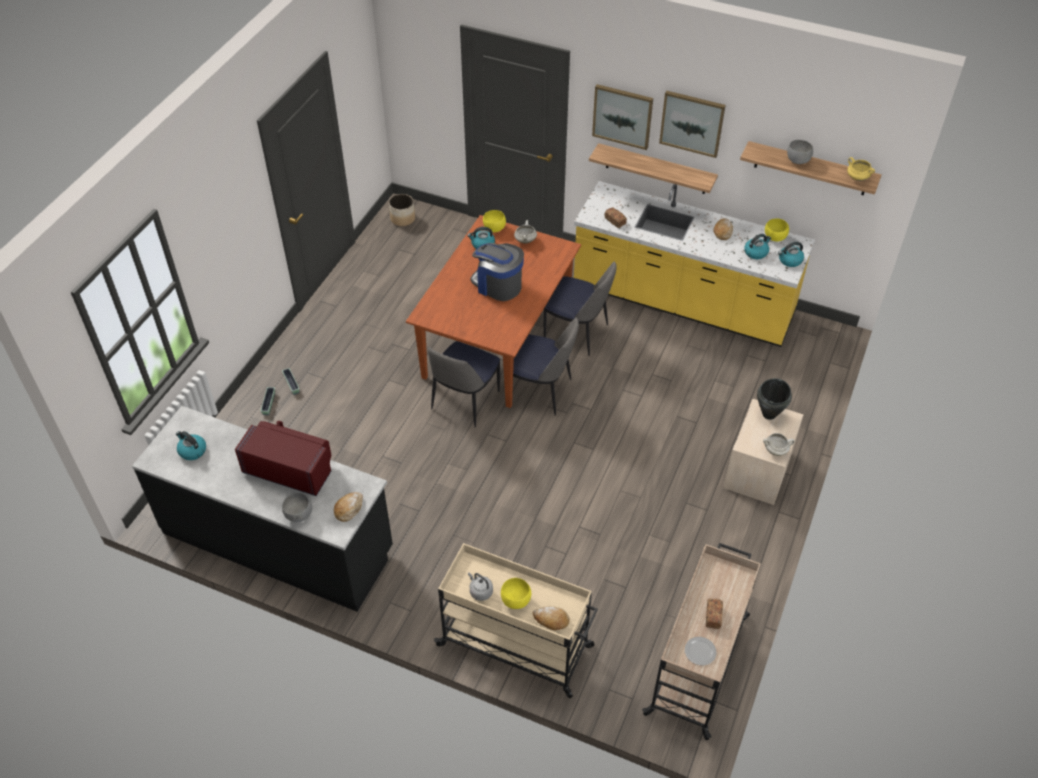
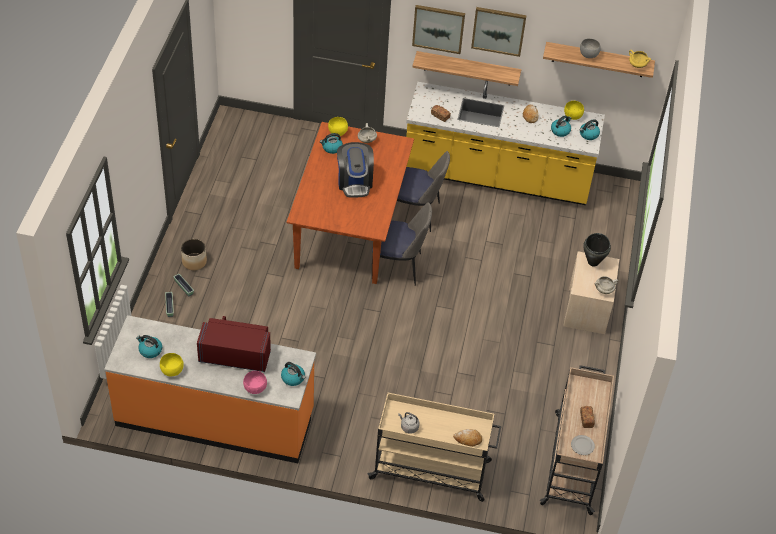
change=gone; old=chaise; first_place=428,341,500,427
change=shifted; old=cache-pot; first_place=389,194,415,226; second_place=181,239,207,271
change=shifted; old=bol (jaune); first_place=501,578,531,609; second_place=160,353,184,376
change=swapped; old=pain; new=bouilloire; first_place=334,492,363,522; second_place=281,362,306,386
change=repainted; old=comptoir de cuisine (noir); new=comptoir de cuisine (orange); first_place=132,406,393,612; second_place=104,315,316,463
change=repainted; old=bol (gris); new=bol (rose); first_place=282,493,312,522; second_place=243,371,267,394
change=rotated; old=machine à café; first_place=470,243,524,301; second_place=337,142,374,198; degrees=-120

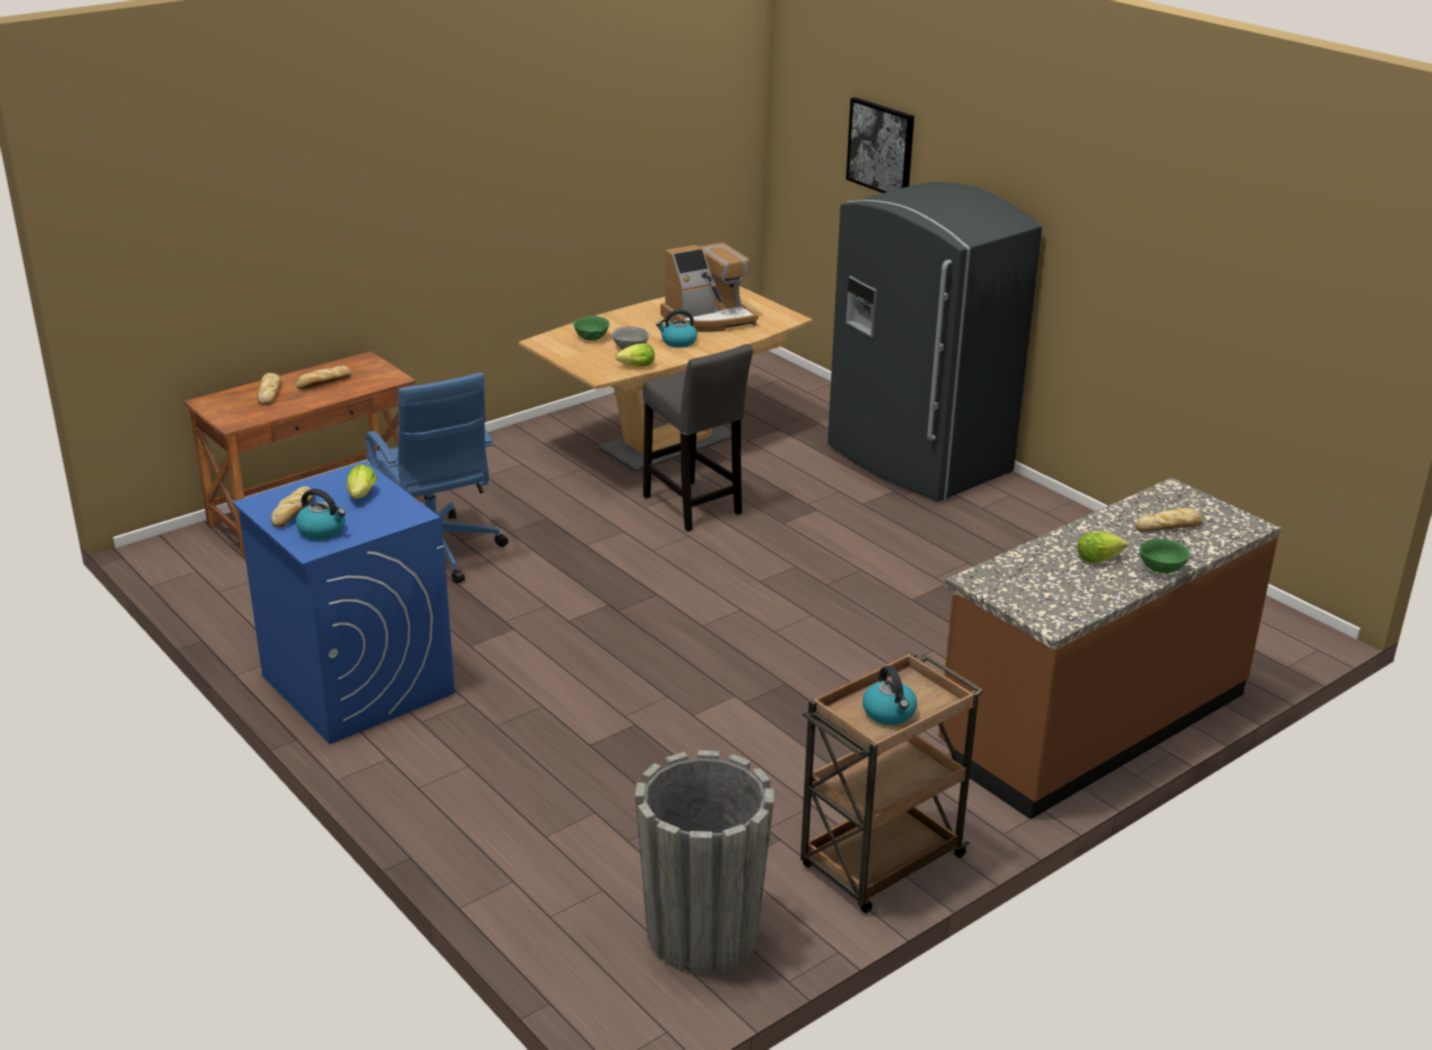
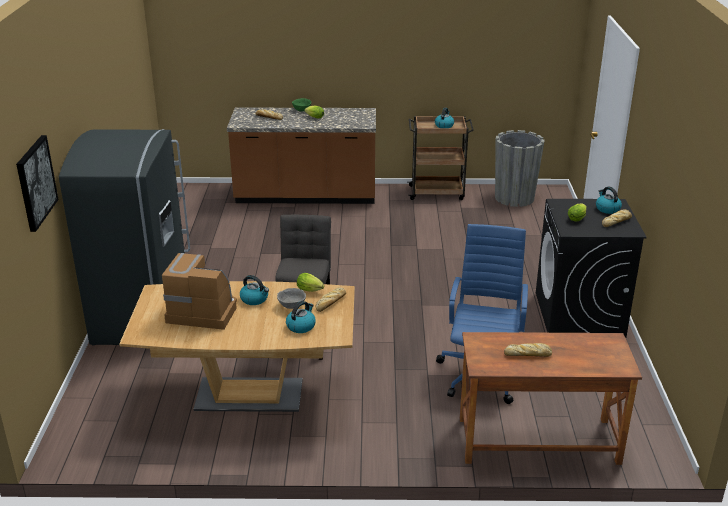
change=shifted; old=pain; first_place=257,373,281,405; second_place=316,287,346,312
change=swapped; old=bol (vert); new=bouilloire; first_place=573,316,609,341; second_place=286,301,316,333
change=repainted; old=lave-linge (bleu); new=lave-linge (noir); first_place=233,461,455,744; second_place=536,199,647,338

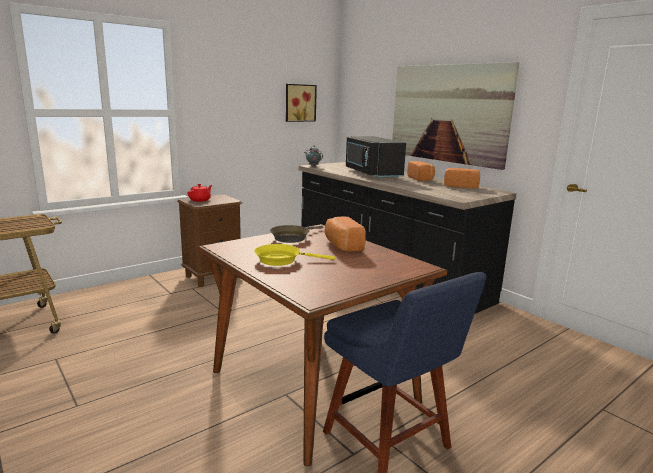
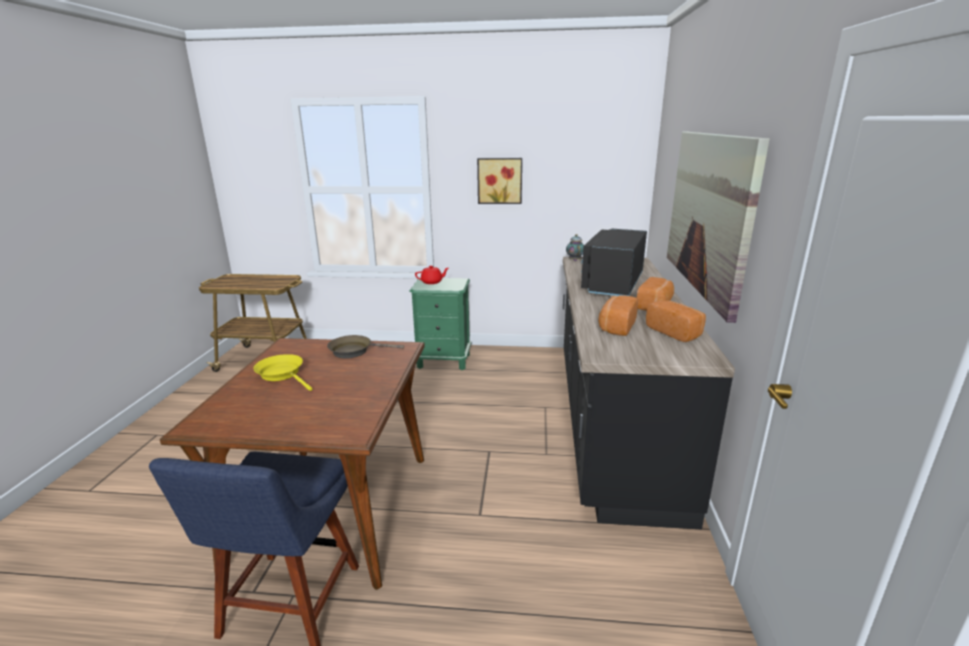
change=shifted; old=tableau; first_place=286,84,317,122; second_place=477,158,522,204
change=shifted; old=pain; first_place=325,216,366,252; second_place=598,295,638,336
change=repainted; old=table de chevet (marron); new=table de chevet (vert); first_place=177,194,242,287; second_place=409,278,471,370

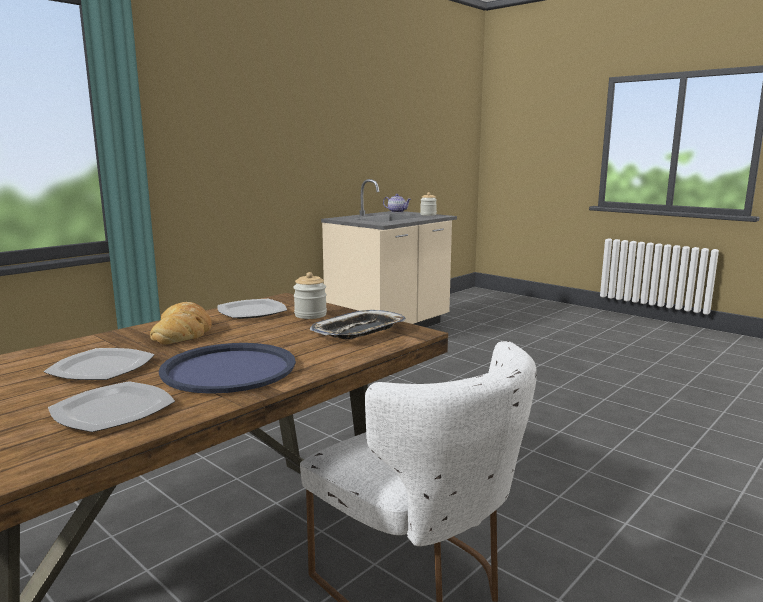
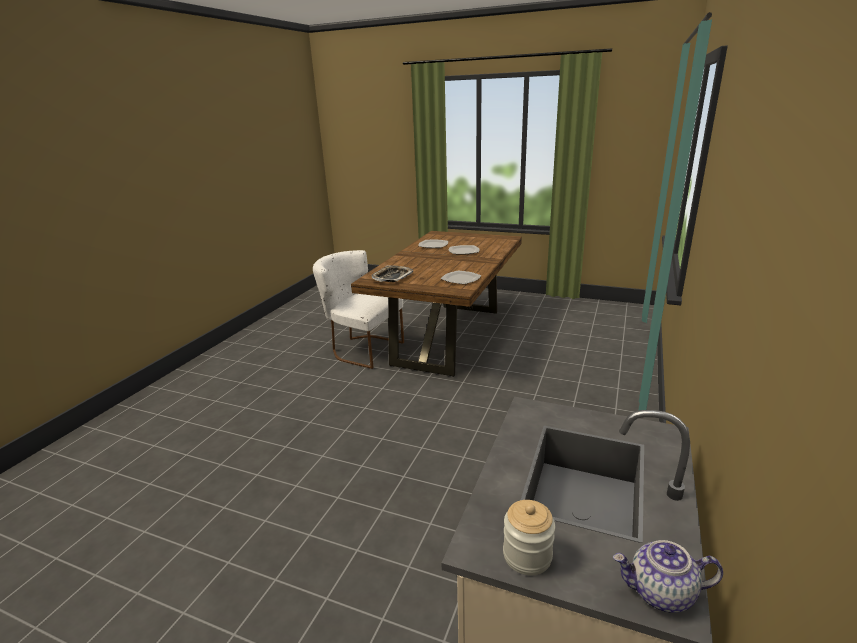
change=gone; old=pain; first_place=150,302,212,345
change=gone; old=plateau (bleu); first_place=159,343,296,394
change=gone; old=bocal; first_place=293,272,327,319

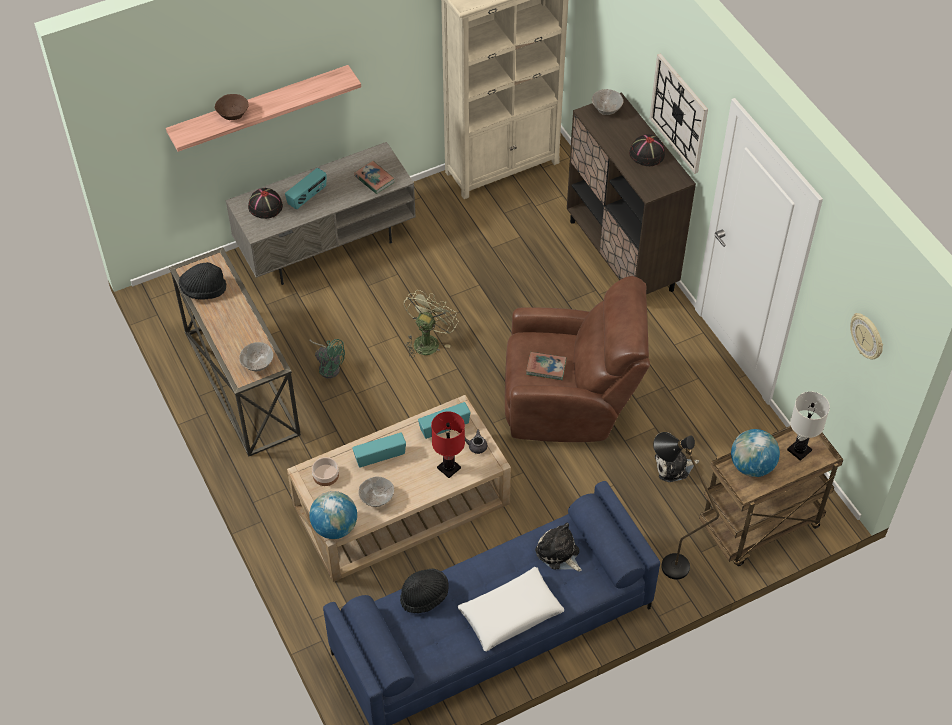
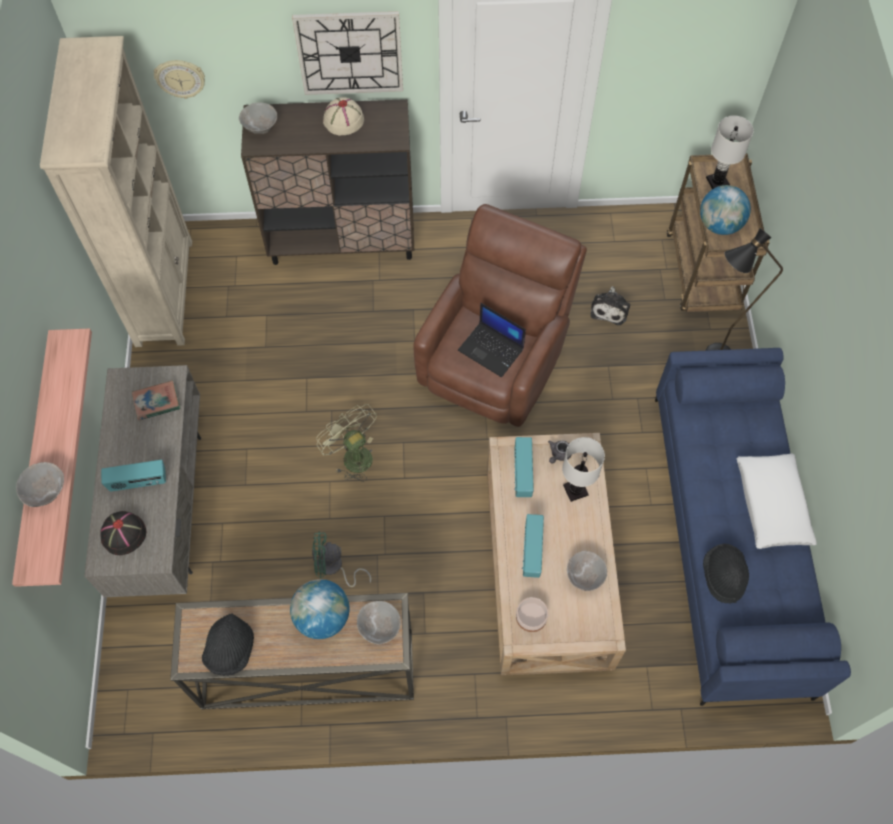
change=gone; old=peluche; first_place=535,523,582,572
change=shifted; old=globe; first_place=309,491,357,539; second_place=290,579,349,639
change=shifted; old=horloge murale; first_place=850,313,883,359; second_place=154,60,205,99
change=swapped; old=livre; new=ordinateur portable; first_place=526,352,566,380; second_place=458,303,526,377
change=repainted; old=bol (marron); new=bol (gris); first_place=215,94,249,120; second_place=16,462,64,507
change=repainted; old=lampe de table (rouge); new=lampe de table (blanc); first_place=431,411,465,478; second_place=562,437,605,502
change=repainted; old=chapeau (noir); new=chapeau (beige); first_place=629,134,665,166; second_place=323,97,364,135
change=rotated; old=radio; first_place=285,168,326,209; second_place=101,460,166,492; degrees=105
change=rotated; old=ventilateur (vert); first_place=309,339,345,379; second_place=312,531,372,587; degrees=-150

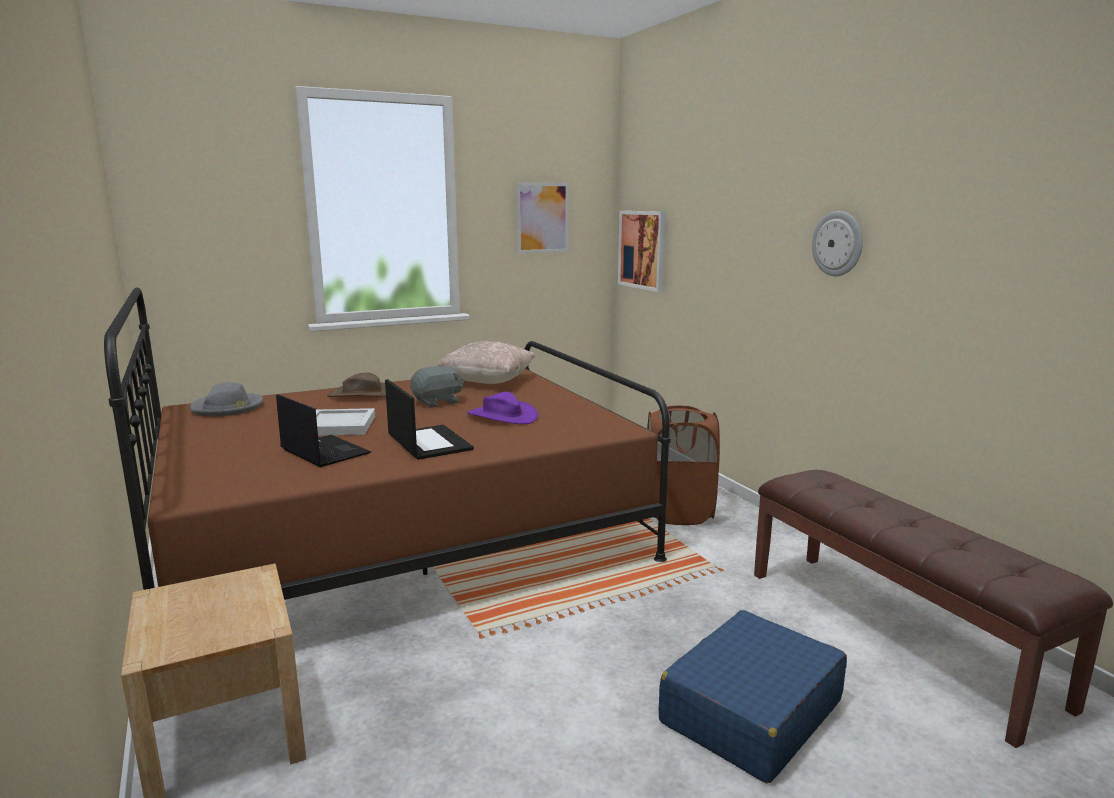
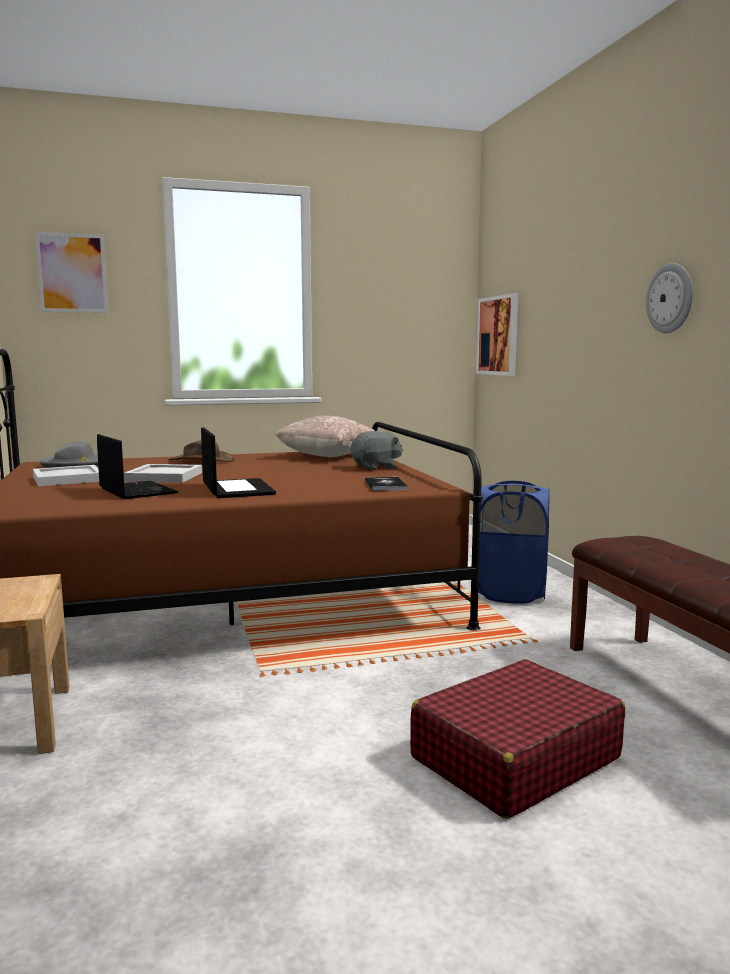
change=gone; old=chapeau (violet); first_place=467,392,538,424
change=new; new=plateau (blanc); second_place=33,465,99,486
change=new; new=livre; second_place=365,477,408,491
change=shifted; old=peluche (gris); first_place=410,366,464,408; second_place=351,431,403,470
change=shifted; old=tableau; first_place=516,183,569,253; second_place=35,232,108,313
change=repainted; old=panier à linge (marron); new=panier à linge (bleu); first_place=647,406,720,525; second_place=478,481,550,604
change=repainted; old=valise (bleu); new=valise (rouge); first_place=659,610,847,783; second_place=410,659,625,819

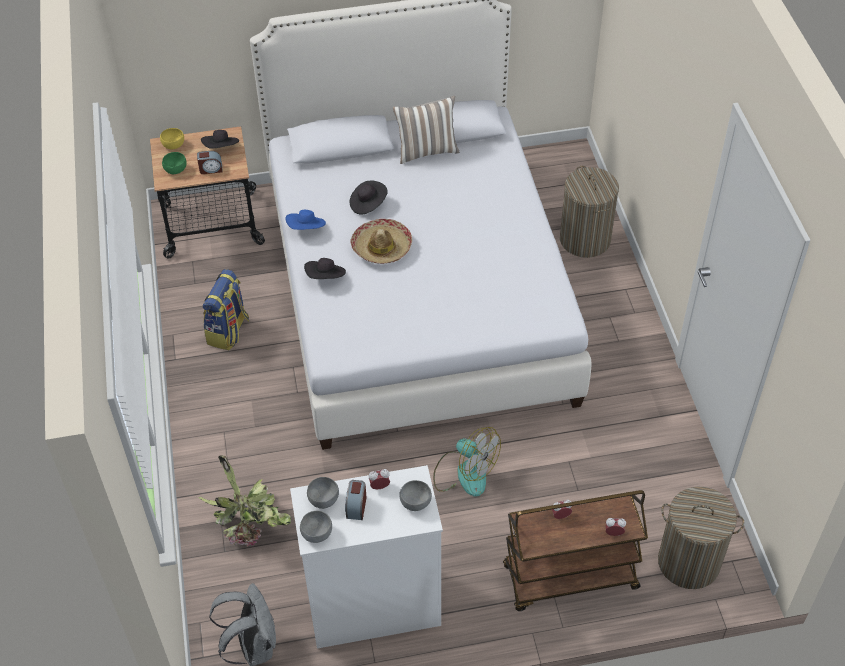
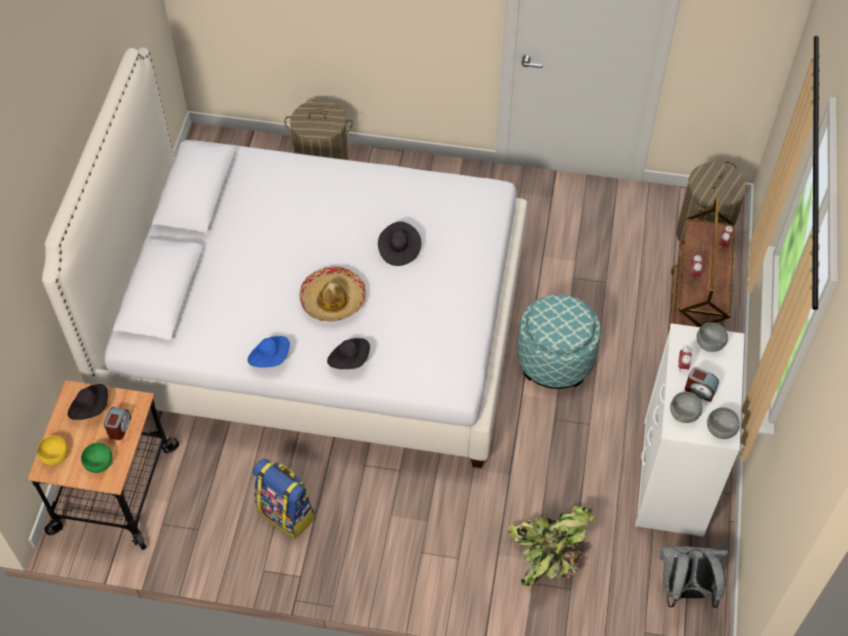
change=gone; old=coussin; first_place=393,96,459,164
change=shifted; old=chapeau (noir); first_place=350,181,388,215; second_place=378,221,421,266
change=swapped; old=ventilateur; new=pouf; first_place=433,427,501,497; second_place=517,295,601,389

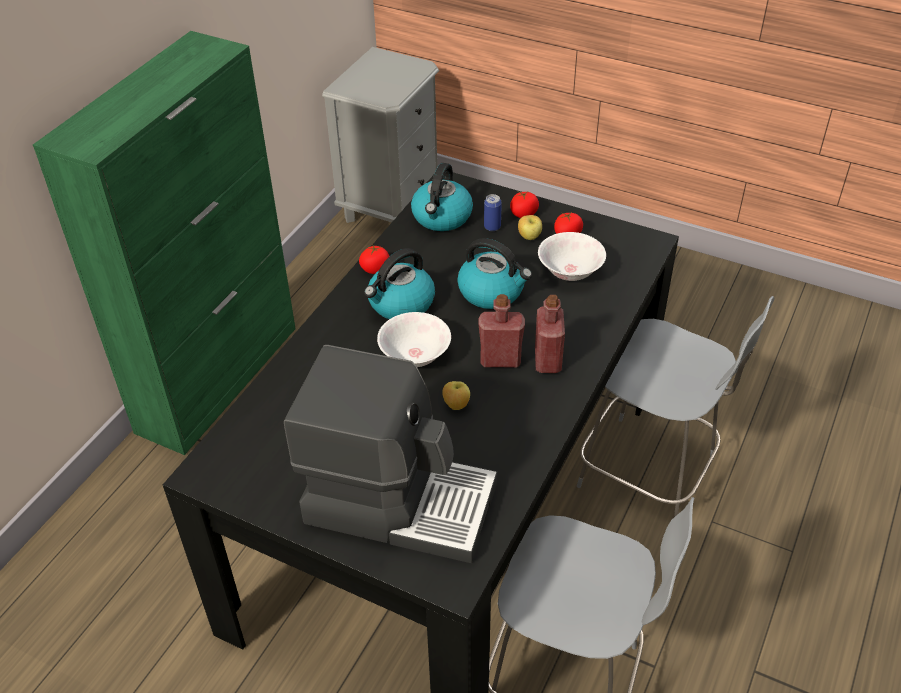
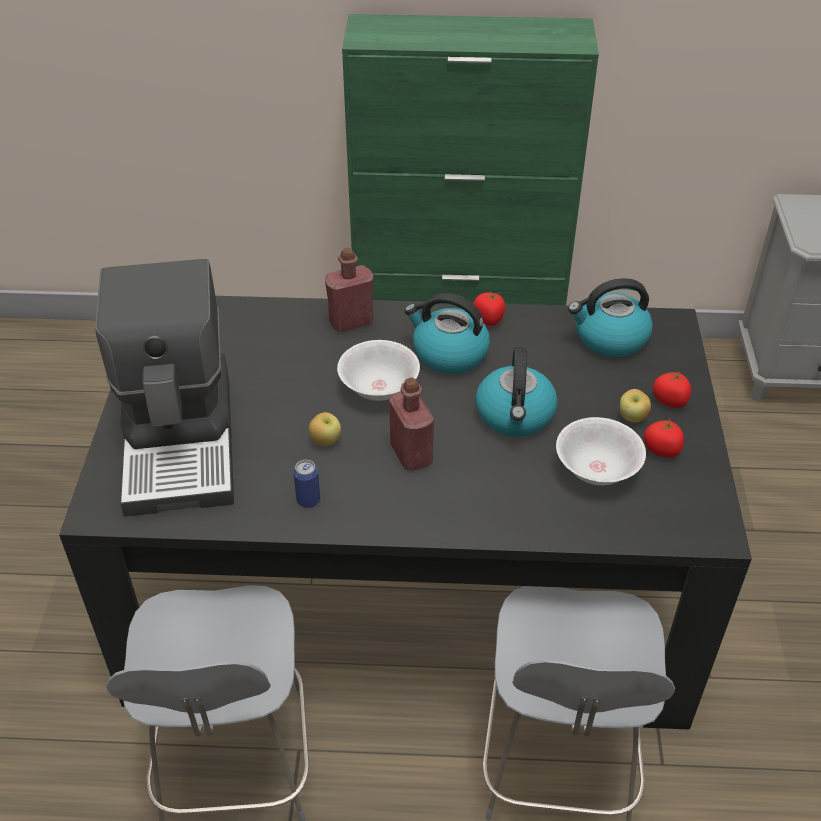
change=shifted; old=boîte métallique; first_place=484,194,502,231; second_place=293,460,320,508
change=shifted; old=bouteille (rouge); first_place=535,295,565,373; second_place=325,248,373,332

